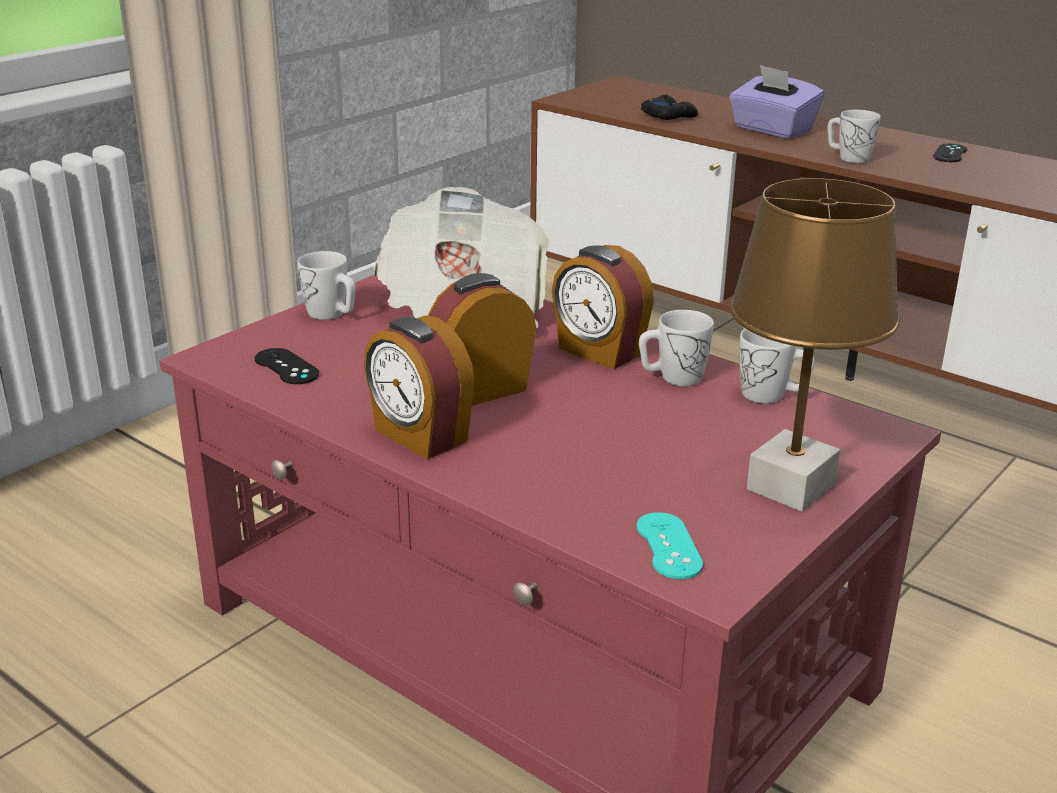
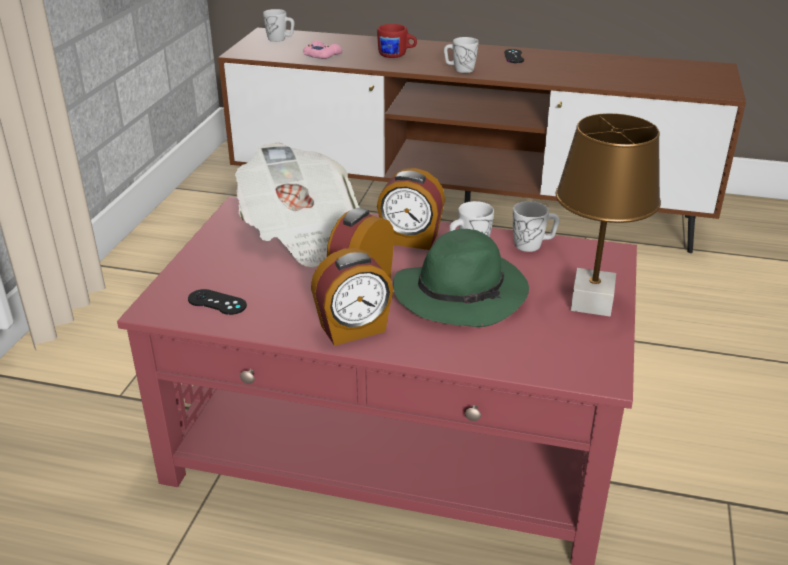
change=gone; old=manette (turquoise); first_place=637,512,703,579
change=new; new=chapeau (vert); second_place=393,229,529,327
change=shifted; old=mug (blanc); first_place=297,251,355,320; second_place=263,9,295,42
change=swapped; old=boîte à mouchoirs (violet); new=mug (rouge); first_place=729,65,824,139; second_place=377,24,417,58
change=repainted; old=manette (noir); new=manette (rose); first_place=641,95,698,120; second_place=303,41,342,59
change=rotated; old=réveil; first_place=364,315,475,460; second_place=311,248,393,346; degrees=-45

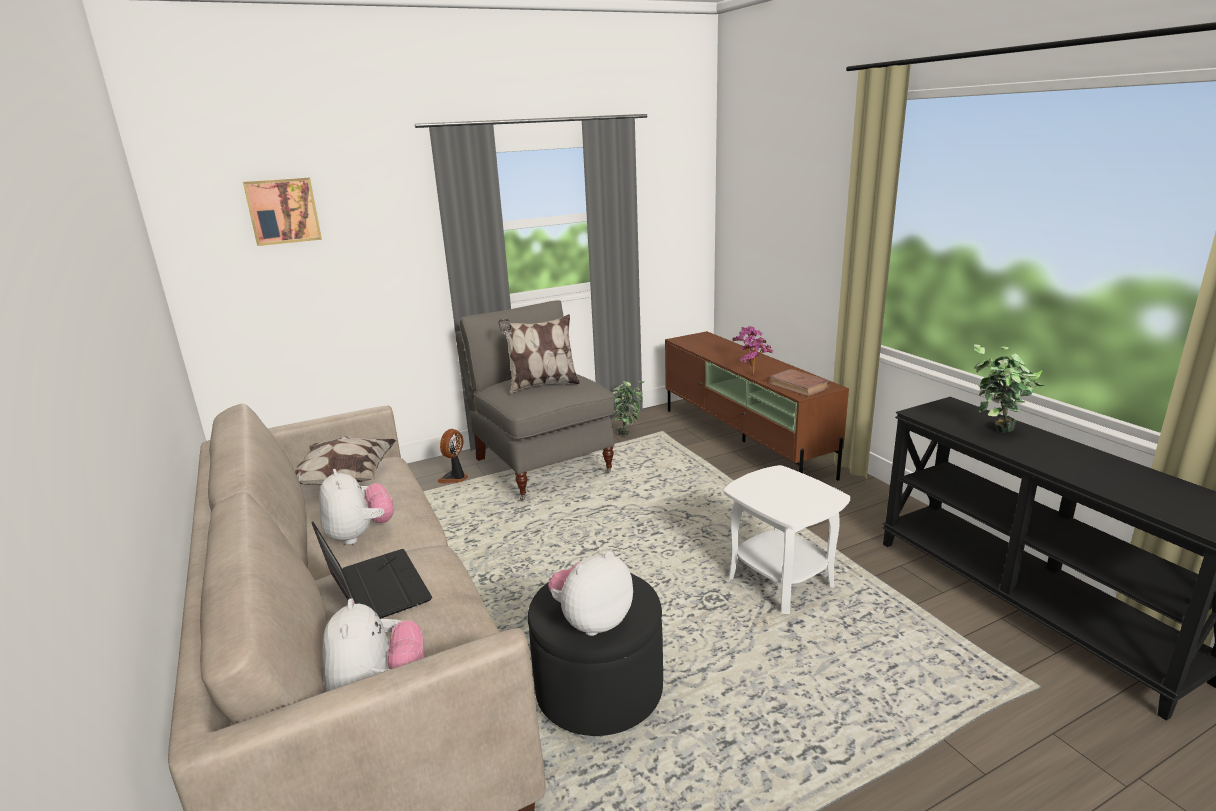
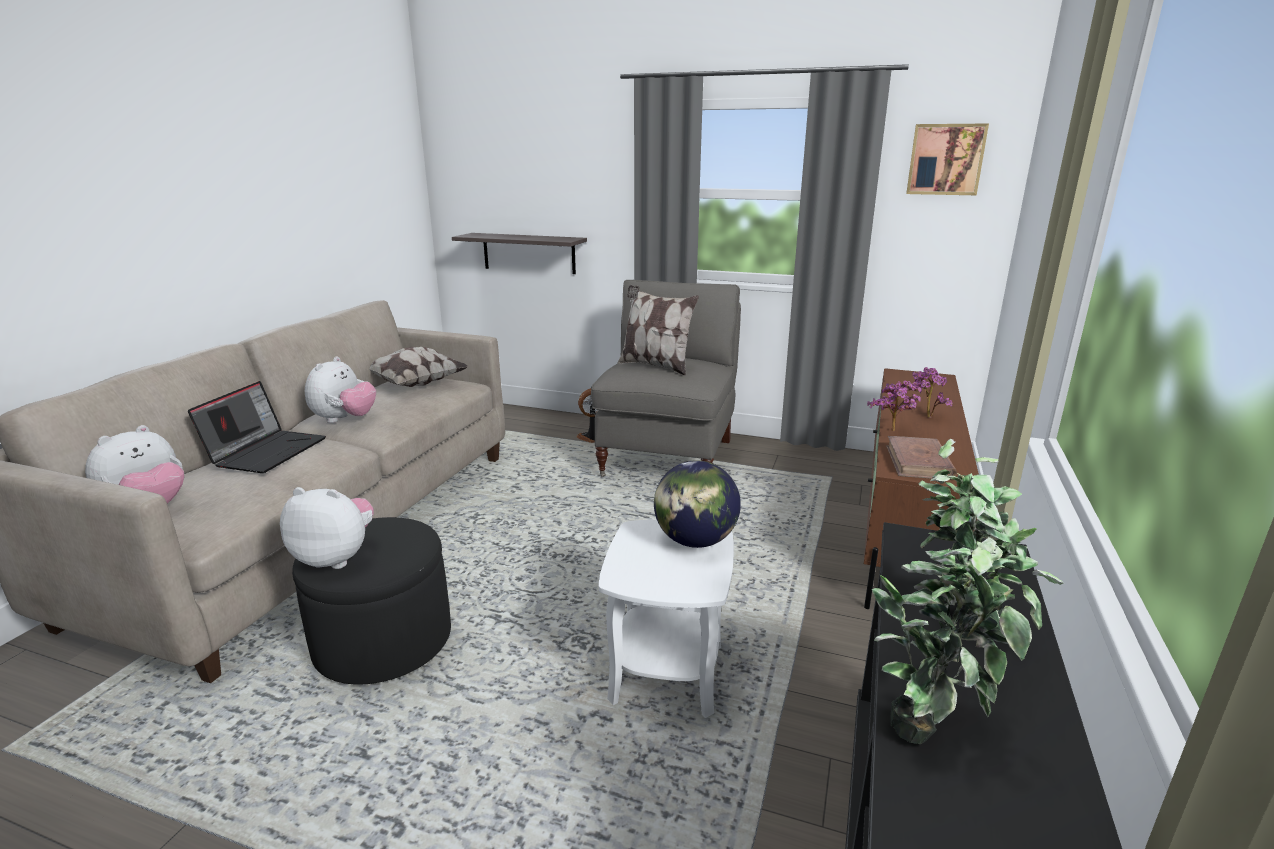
change=new; new=étagère; second_place=452,233,587,274
change=new; new=globe; second_place=654,460,741,548
change=shifted; old=tableau; first_place=243,177,322,246; second_place=906,124,989,195
change=shifted; old=plante en pot; first_place=612,381,644,436; second_place=872,537,1064,744

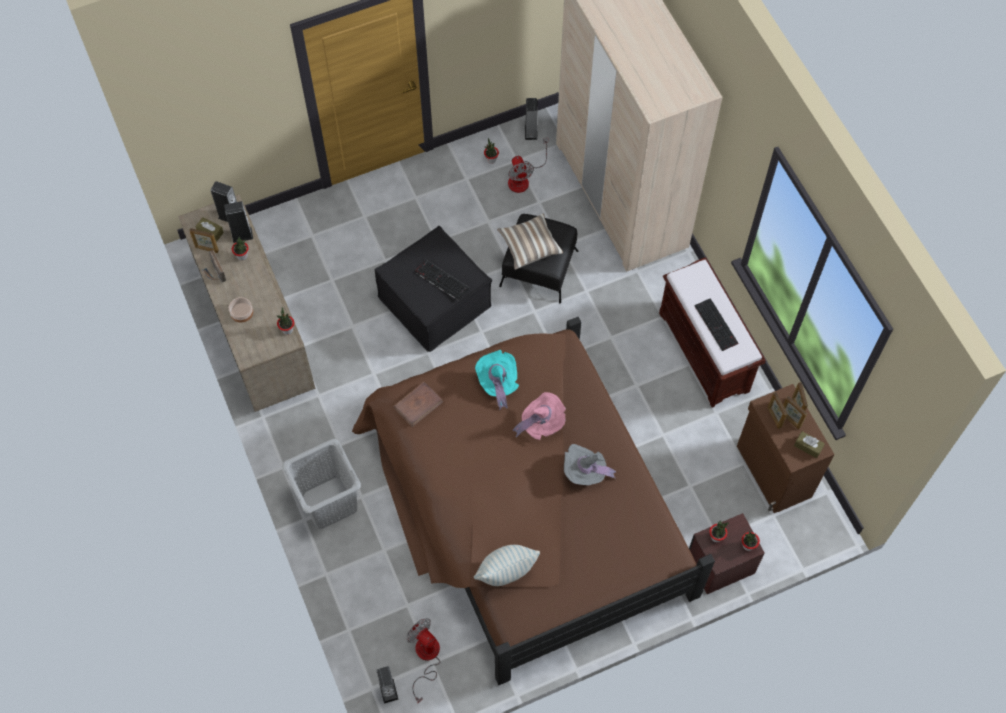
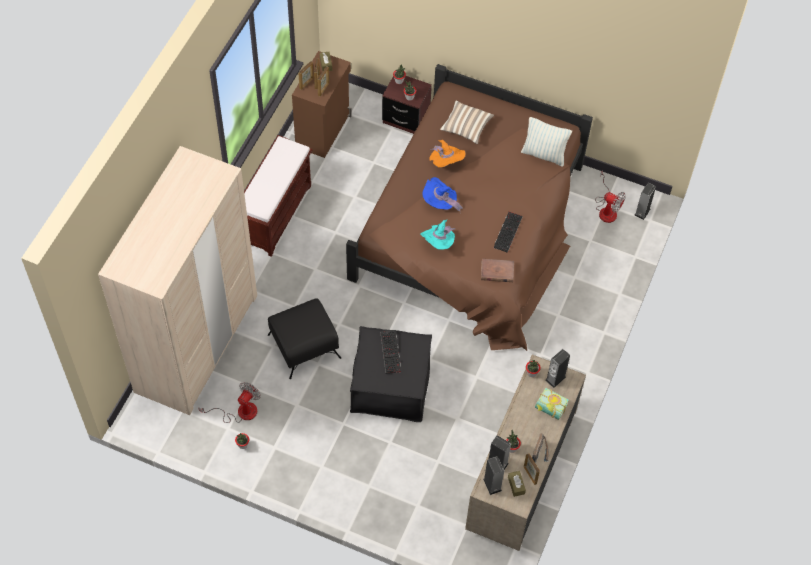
change=gone; old=panier à linge (gris); first_place=282,439,361,529
change=shifted; old=coussin; first_place=497,214,563,270; second_place=440,100,494,144
change=shifted; old=enceinte; first_place=525,98,537,140; second_place=545,349,570,388
change=shifted; old=clavier; first_place=694,298,738,351; second_place=494,212,523,253
change=swapped; old=bol; new=livre; first_place=229,297,253,322; second_place=535,388,569,420
change=repainted; old=chapeau (rose); new=chapeau (bleu); first_place=513,392,566,440; second_place=422,177,463,213
change=repainted; old=chapeau (gris); new=chapeau (orange); first_place=564,444,616,485; second_place=429,140,465,168
change=rotated; old=ventilateur; first_place=407,618,440,703; second_place=595,170,626,223; degrees=-60

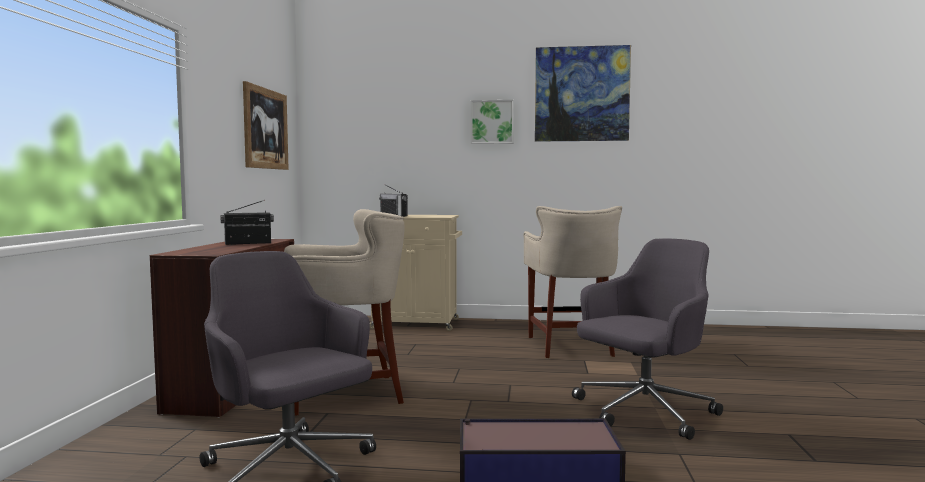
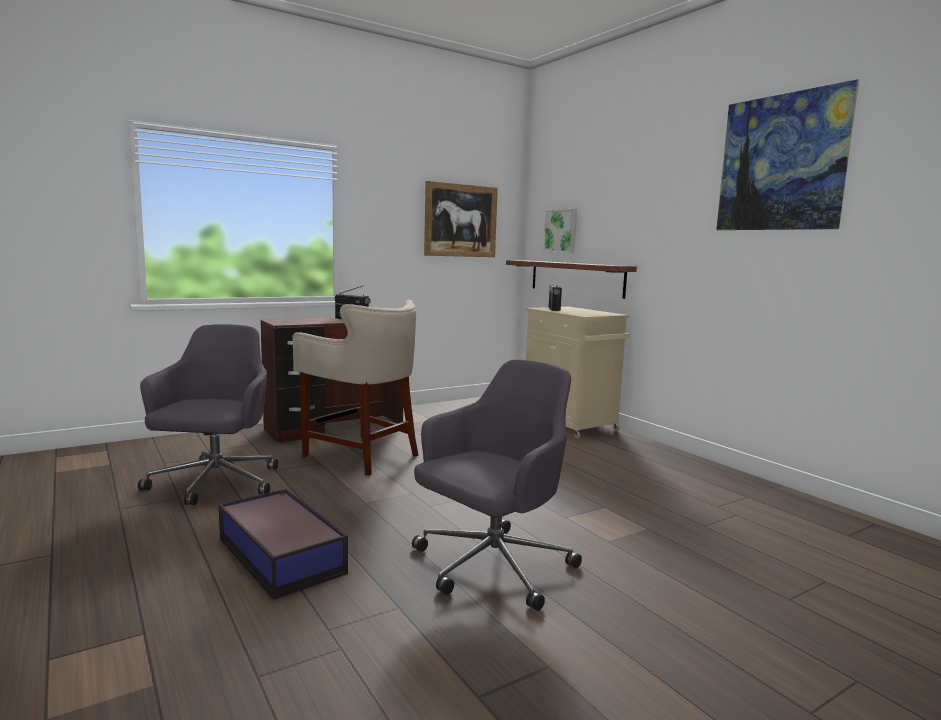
change=gone; old=tabouret (beige); first_place=523,206,622,358
change=new; new=étagère; second_place=506,260,637,299
change=shifted; old=tableau; first_place=471,100,514,144; second_place=543,209,577,253
change=rotated; old=chaise de bureau (gris); first_place=572,238,723,440; second_place=412,359,582,611; degrees=-60

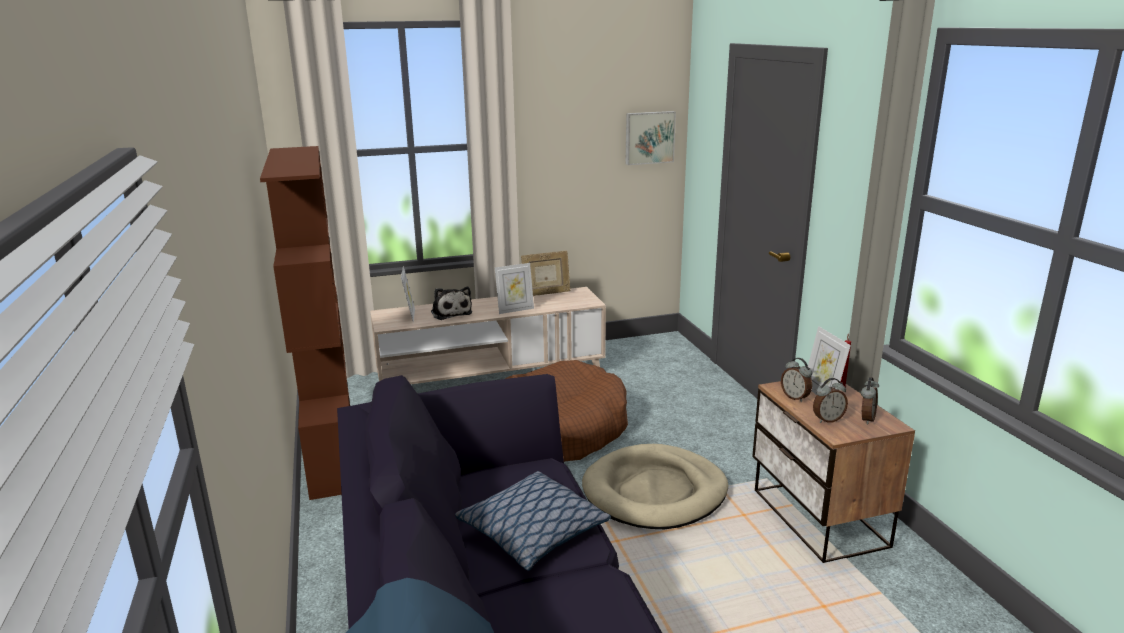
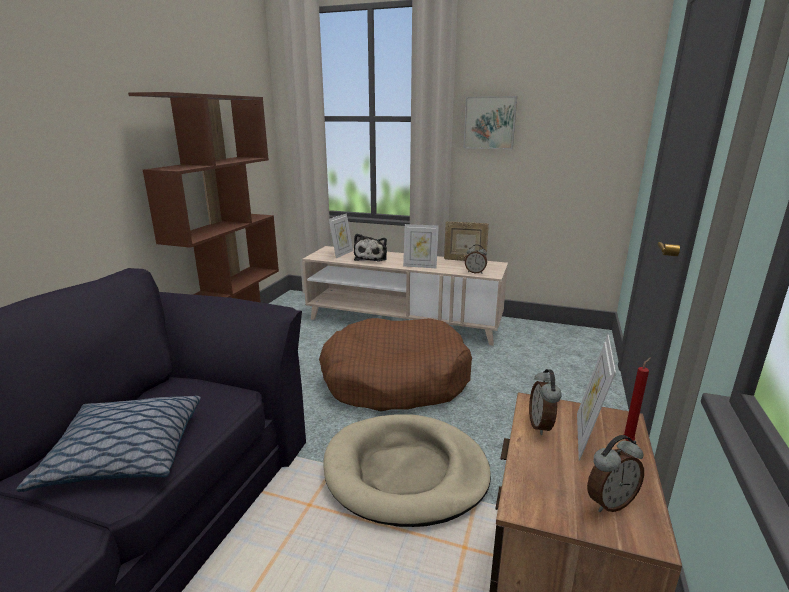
change=shifted; old=tableau; first_place=625,111,676,165; second_place=464,96,517,149
change=shifted; old=réveil; first_place=813,378,848,423; second_place=465,244,487,273

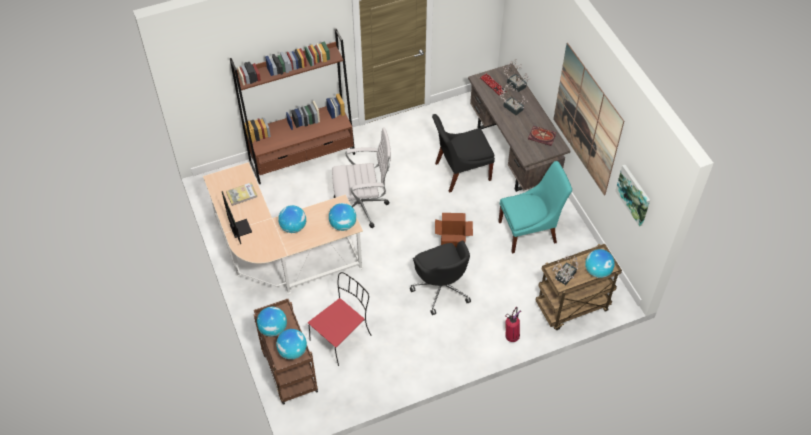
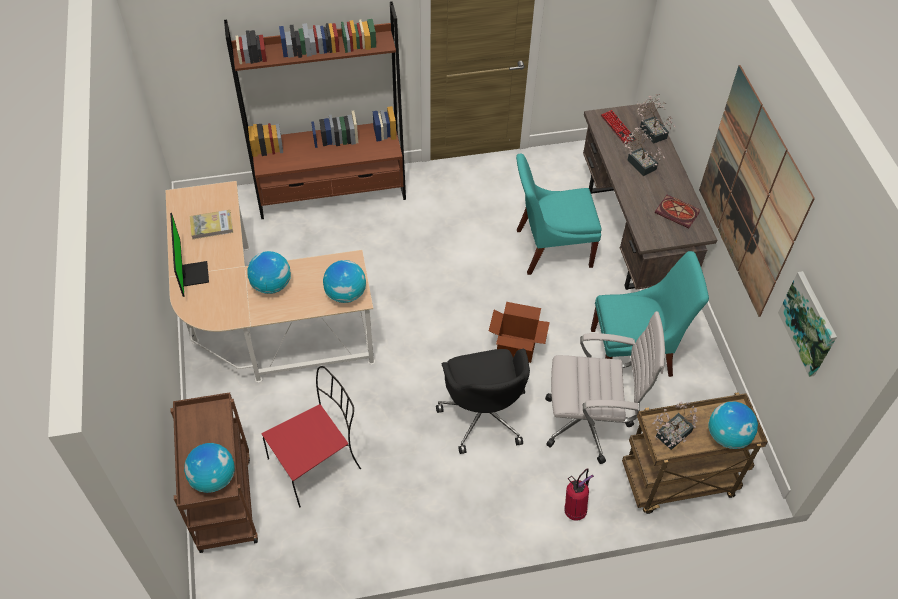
change=gone; old=globe; first_place=257,306,287,337
change=shifted; old=chaise de bureau (blanc); first_place=332,127,391,228; second_place=545,311,665,465
change=repainted; old=chaise (noir); new=chaise (turquoise); first_place=432,114,495,193; second_place=516,153,602,275

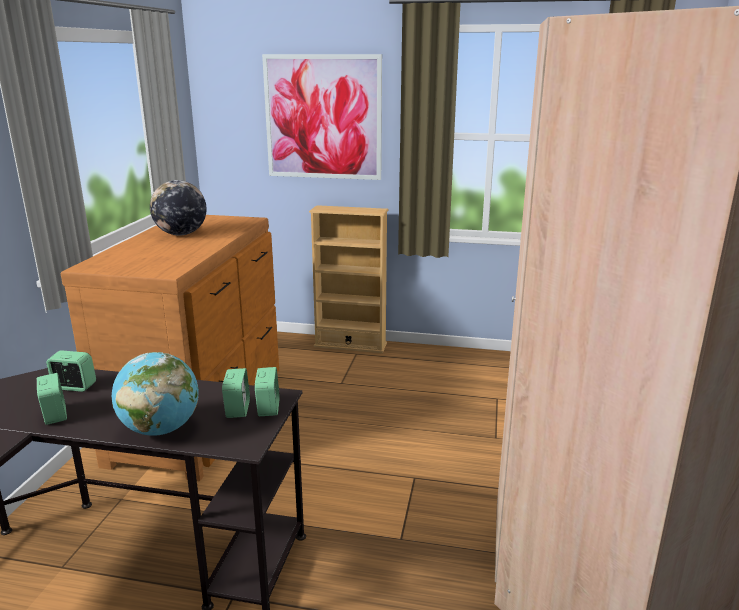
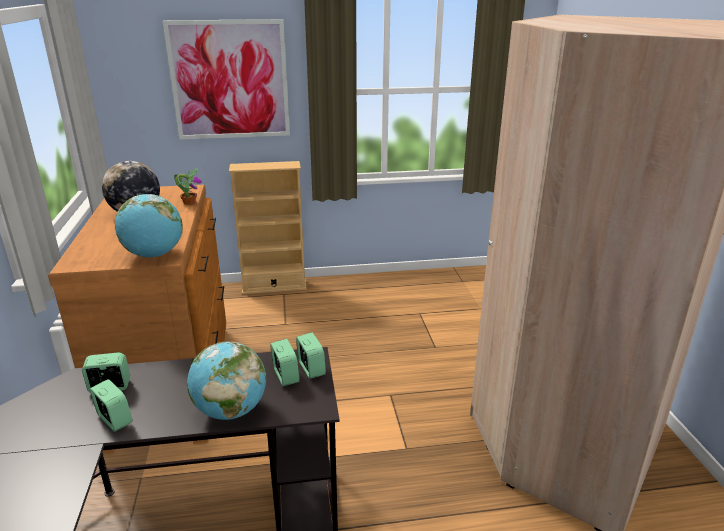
change=new; new=globe; second_place=115,194,183,257
change=new; new=plante en pot; second_place=174,168,202,205

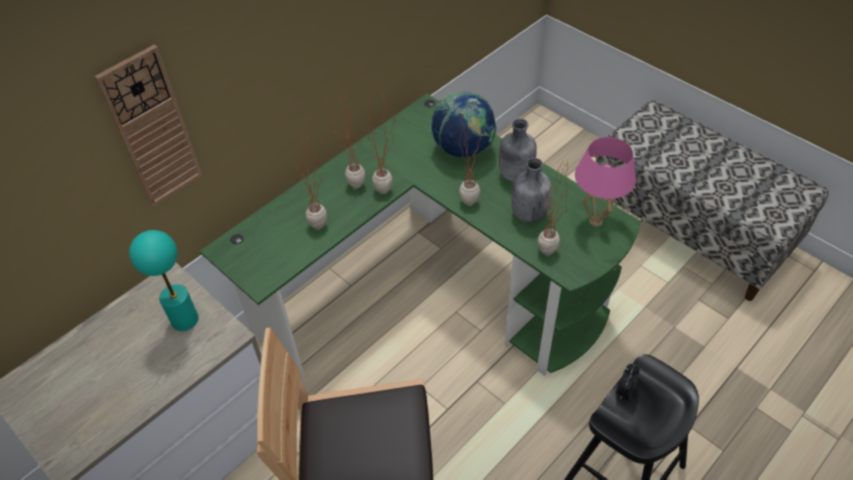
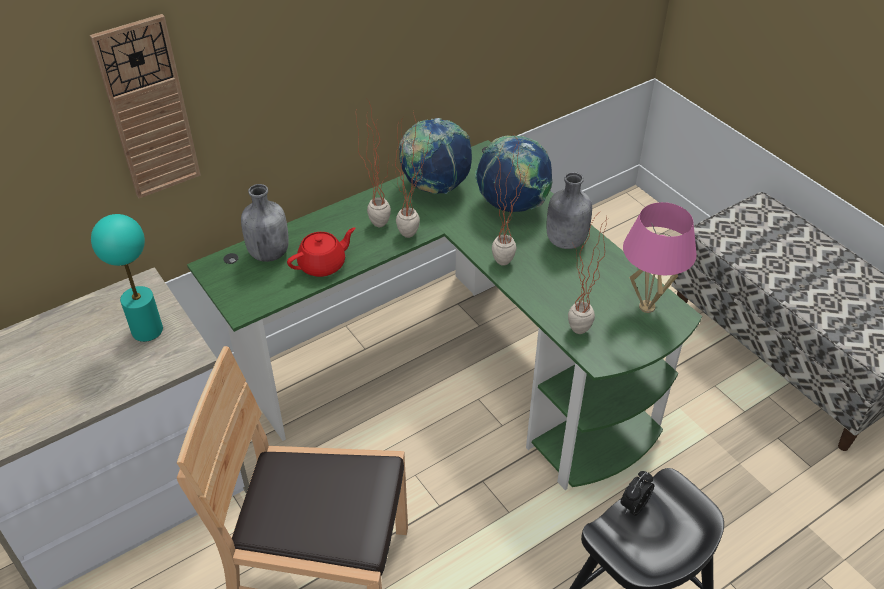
change=new; new=globe; second_place=399,118,472,194
change=shifted; old=bouteille (gris); first_place=512,158,552,223; second_place=241,184,289,262
change=swapped; old=plante en pot; new=théière (rouge); first_place=296,134,327,229; second_place=287,227,356,277

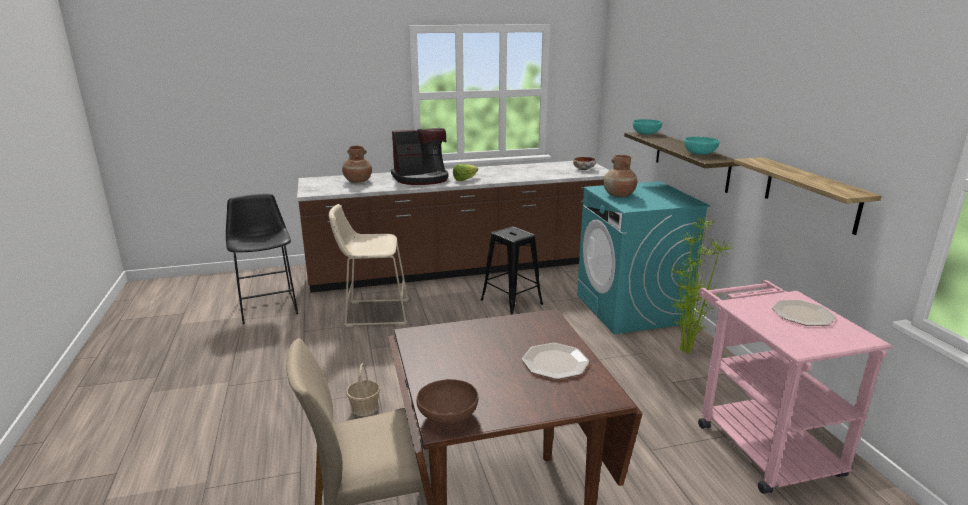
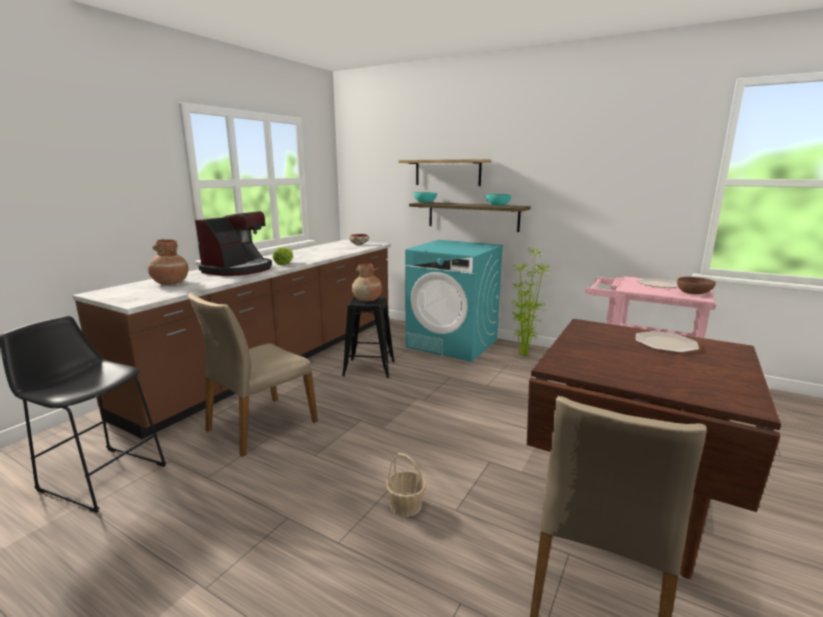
change=shifted; old=bol (marron); first_place=417,379,478,425; second_place=677,277,716,294
change=shifted; old=vase (marron); first_place=603,155,637,197; second_place=352,264,382,302
change=shifted; old=étagère; first_place=734,157,881,235; second_place=398,159,491,186
change=swapped; old=tabouret (beige); new=chaise (beige); first_place=329,204,409,327; second_place=188,293,318,457

